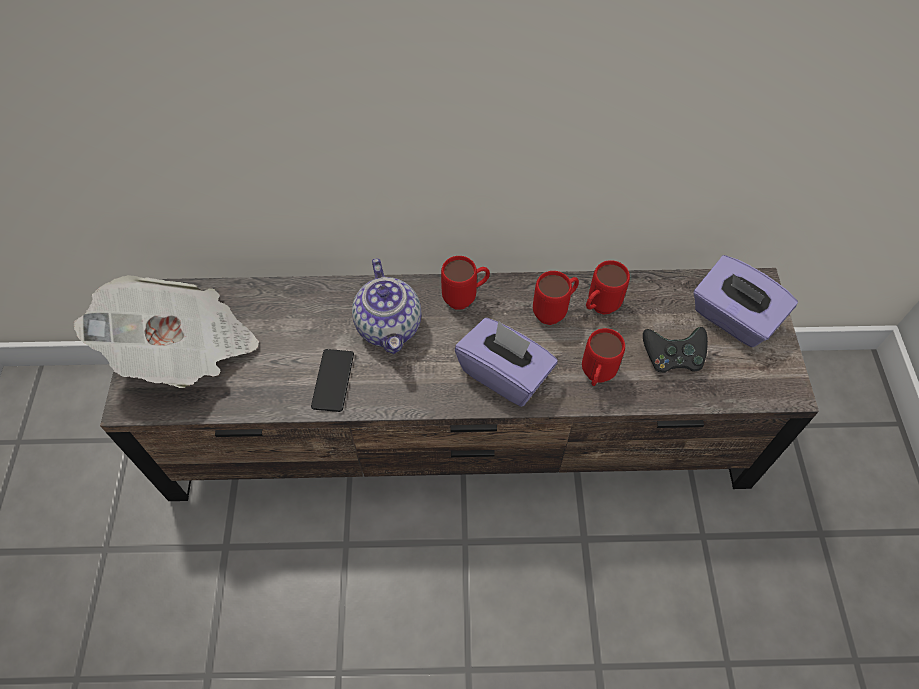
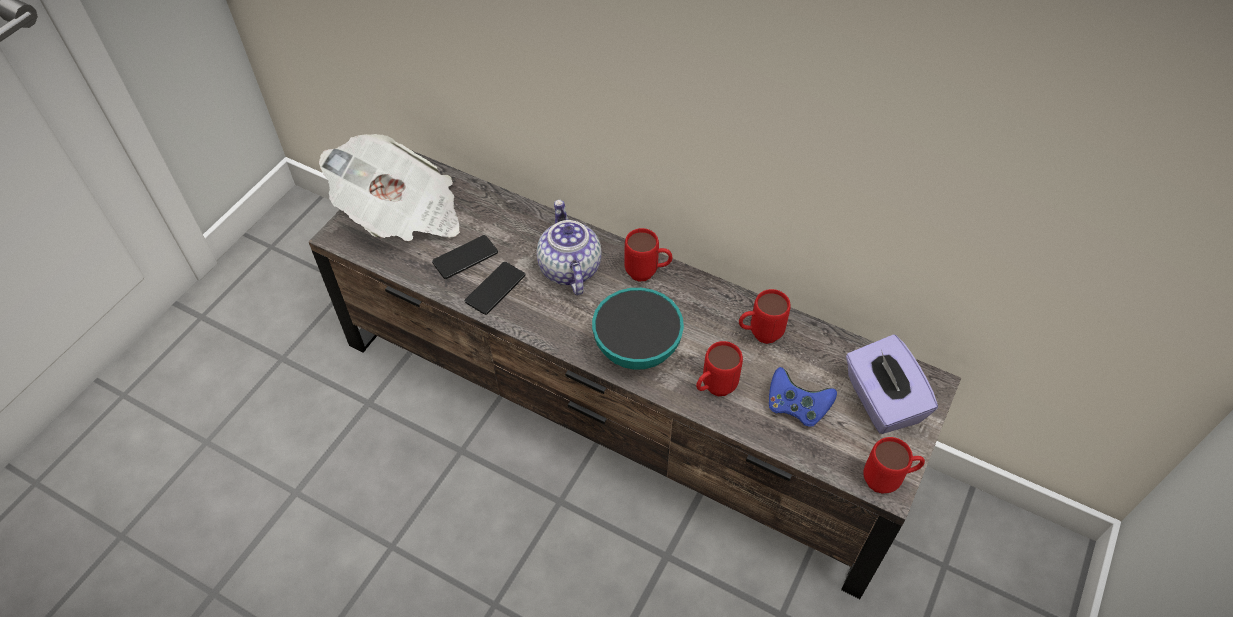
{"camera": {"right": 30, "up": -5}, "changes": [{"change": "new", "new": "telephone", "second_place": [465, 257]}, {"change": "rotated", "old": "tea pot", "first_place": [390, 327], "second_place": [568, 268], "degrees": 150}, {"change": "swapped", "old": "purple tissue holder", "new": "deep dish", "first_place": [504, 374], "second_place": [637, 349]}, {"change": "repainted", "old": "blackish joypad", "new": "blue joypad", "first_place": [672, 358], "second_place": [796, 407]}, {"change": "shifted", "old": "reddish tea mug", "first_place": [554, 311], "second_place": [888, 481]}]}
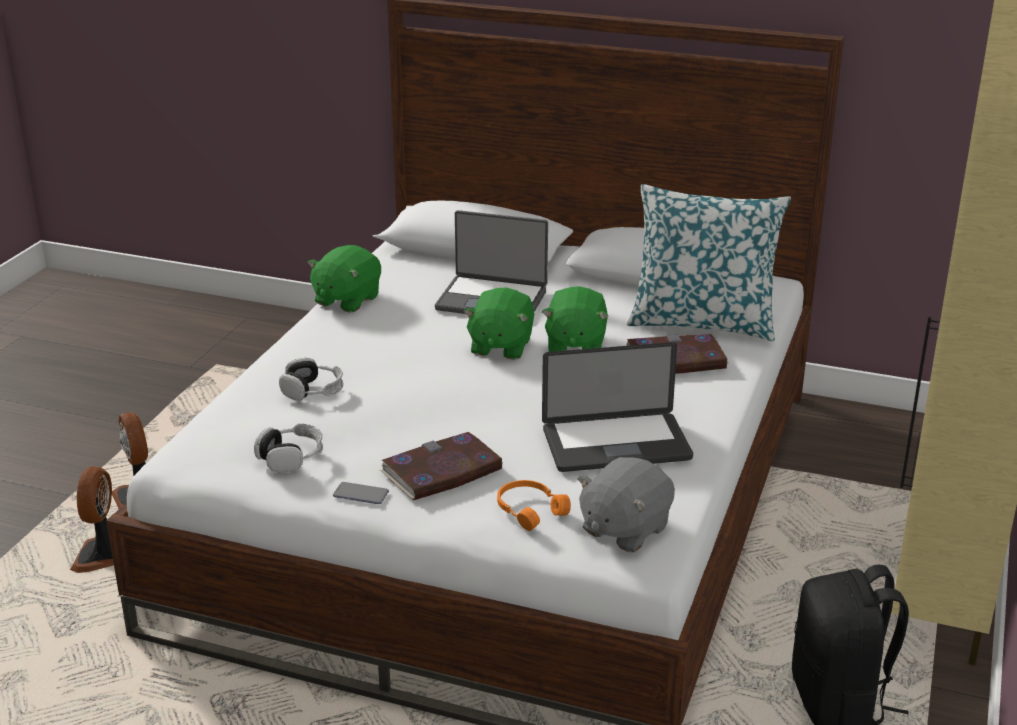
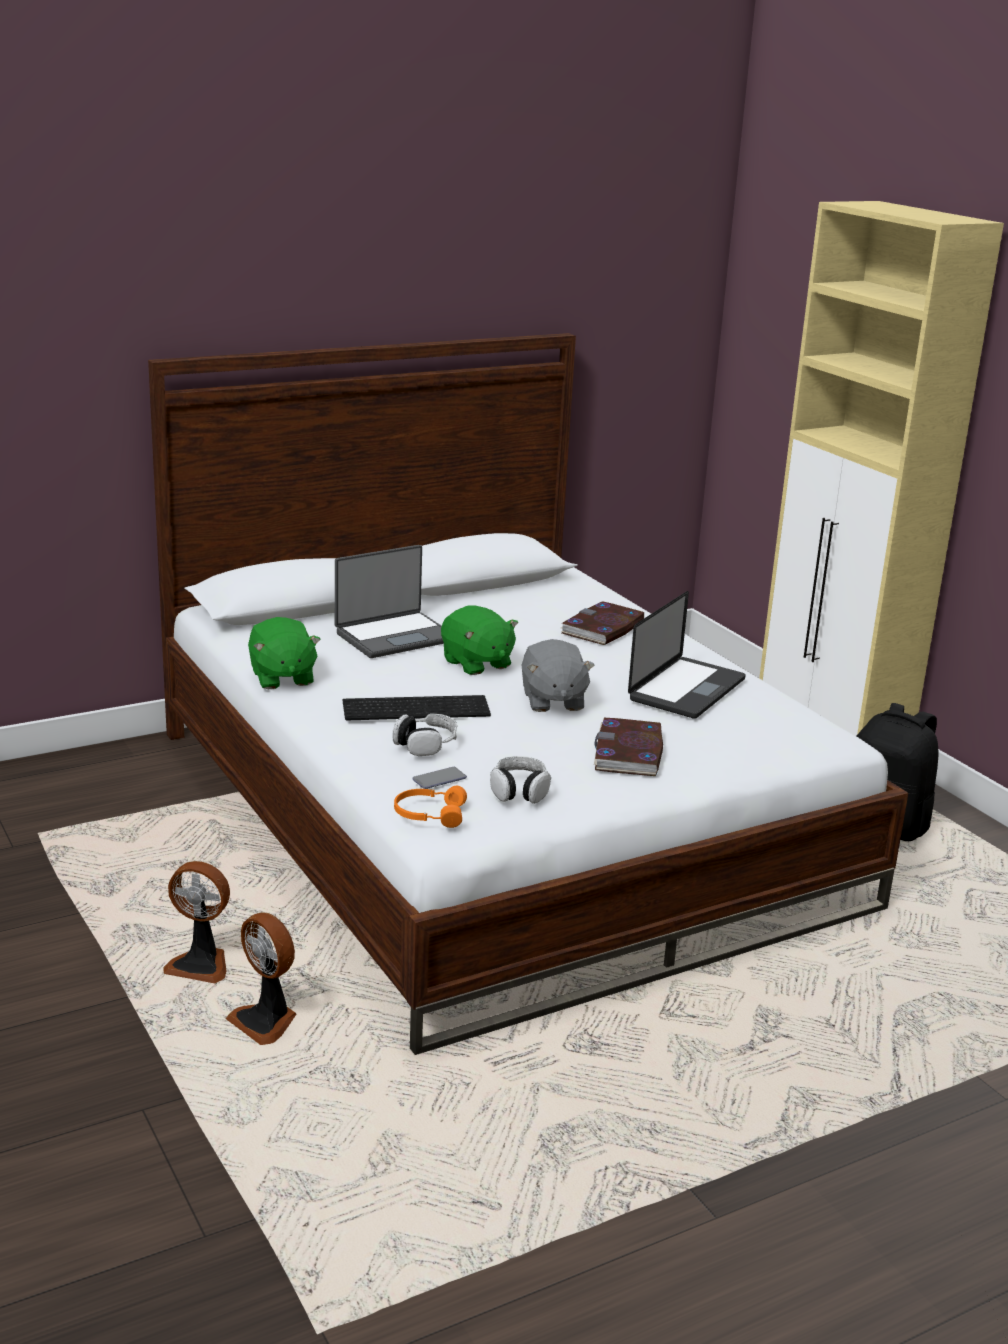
{"camera": {"right": -50, "up": -5}, "changes": [{"change": "new", "new": "computer keyboard", "second_place": [417, 707]}, {"change": "shifted", "old": "orangey headphones", "first_place": [530, 510], "second_place": [429, 814]}, {"change": "shifted", "old": "telephone", "first_place": [360, 494], "second_place": [439, 779]}, {"change": "shifted", "old": "gray soft toy", "first_place": [624, 529], "second_place": [552, 701]}, {"change": "gone", "old": "greenish soft toy", "first_place": [575, 345]}, {"change": "gone", "old": "pillow", "first_place": [702, 322]}]}
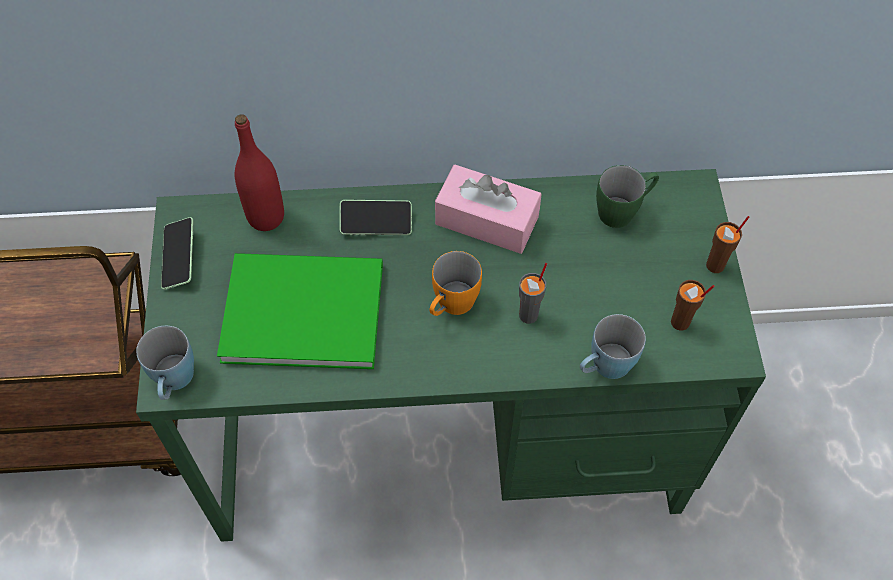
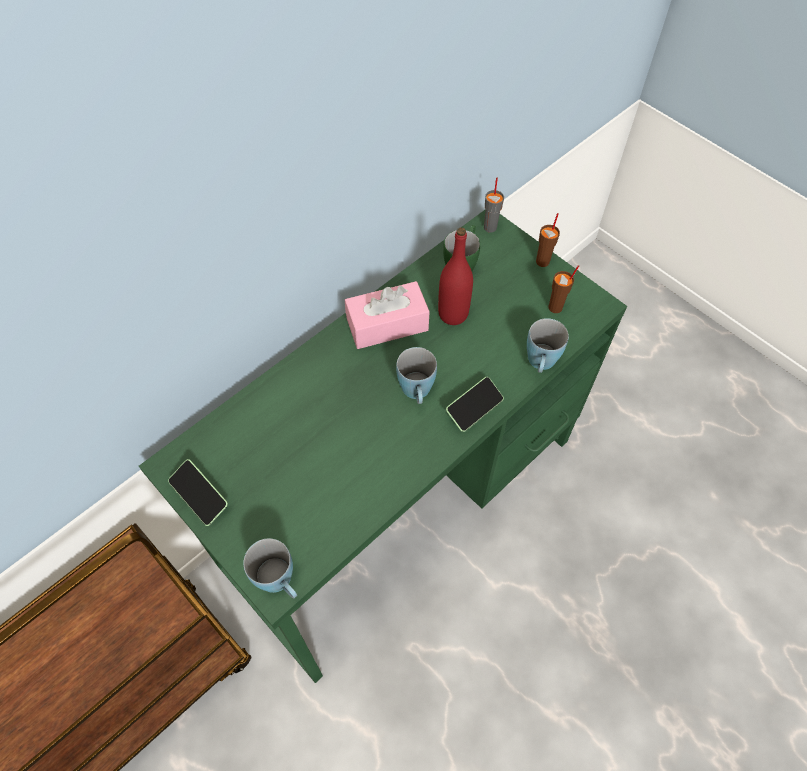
{"camera": {"right": -40, "up": 0}, "changes": [{"change": "repainted", "old": "orangey tea mug", "new": "blue tea mug", "first_place": [451, 306], "second_place": [417, 393]}, {"change": "shifted", "old": "reddish bottle", "first_place": [266, 217], "second_place": [453, 314]}, {"change": "shifted", "old": "telephone", "first_place": [376, 223], "second_place": [474, 408]}, {"change": "shifted", "old": "gray drinking cup", "first_place": [529, 315], "second_place": [490, 227]}, {"change": "gone", "old": "greenish bound book", "first_place": [299, 309]}]}
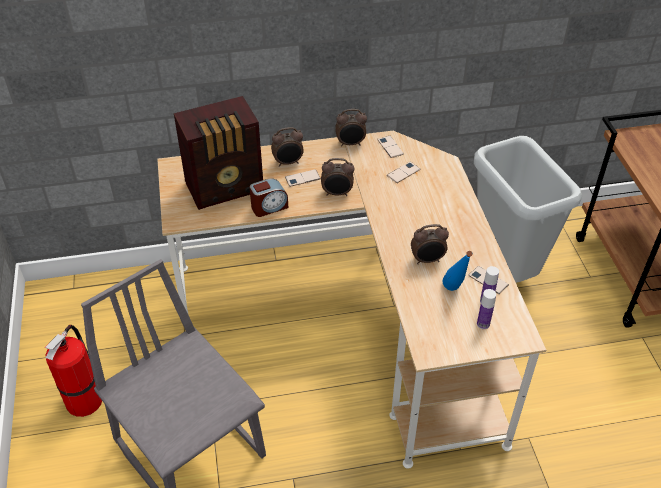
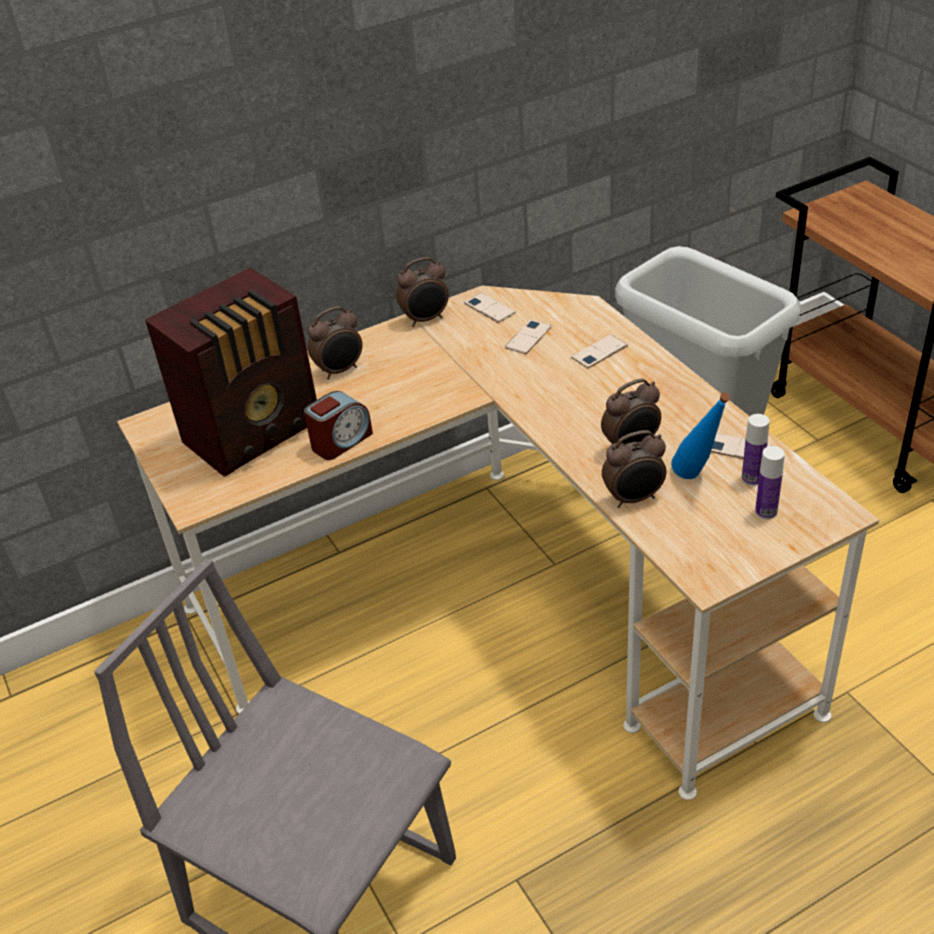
{"camera": {"right": -15, "up": -5}, "changes": [{"change": "shifted", "old": "telephone", "first_place": [302, 178], "second_place": [599, 352]}, {"change": "shifted", "old": "bedside clock", "first_place": [337, 193], "second_place": [634, 499]}, {"change": "gone", "old": "fire extinguisher", "first_place": [85, 399]}]}
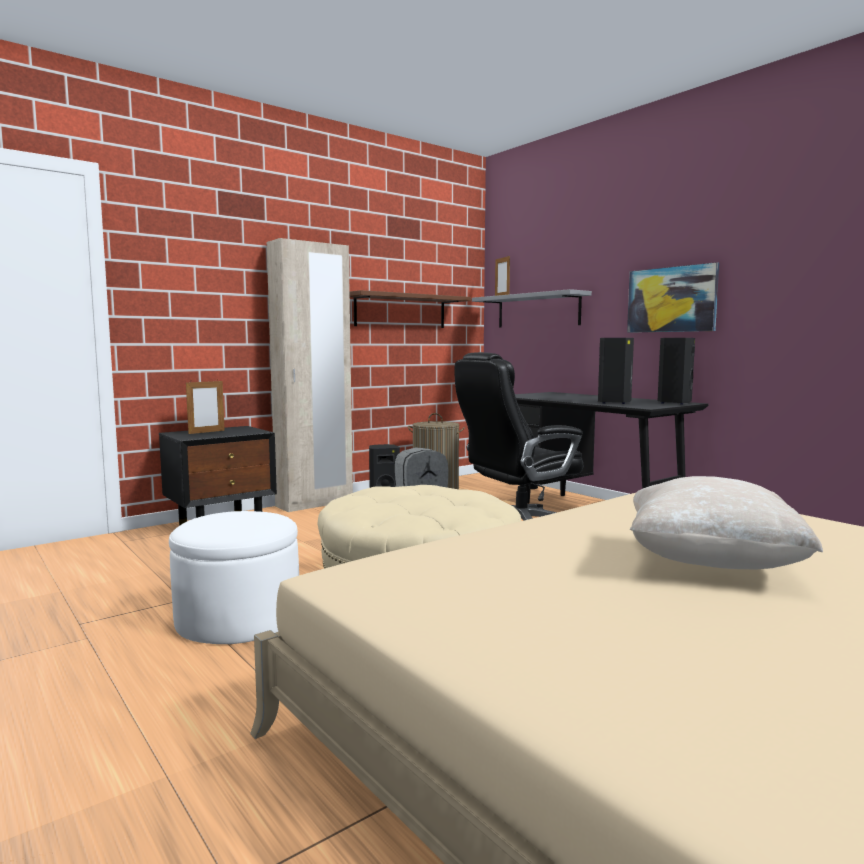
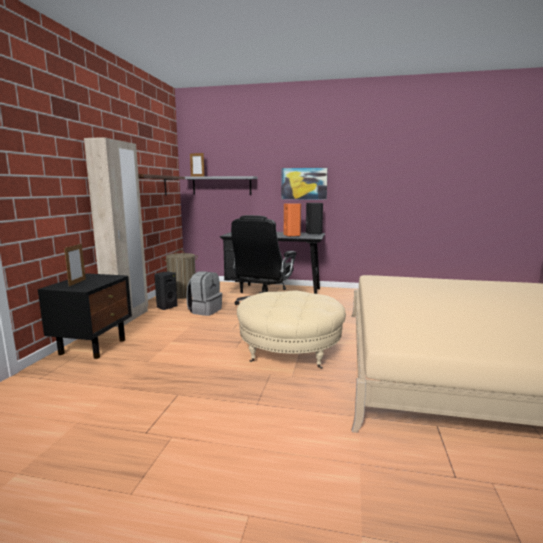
{"camera": {"right": -40, "up": 5}, "changes": [{"change": "repainted", "old": "blackish speaker", "new": "orangey speaker", "first_place": [614, 402], "second_place": [292, 236]}, {"change": "gone", "old": "white pouffe", "first_place": [238, 618]}, {"change": "gone", "old": "sand-coloured pillow", "first_place": [711, 563]}]}
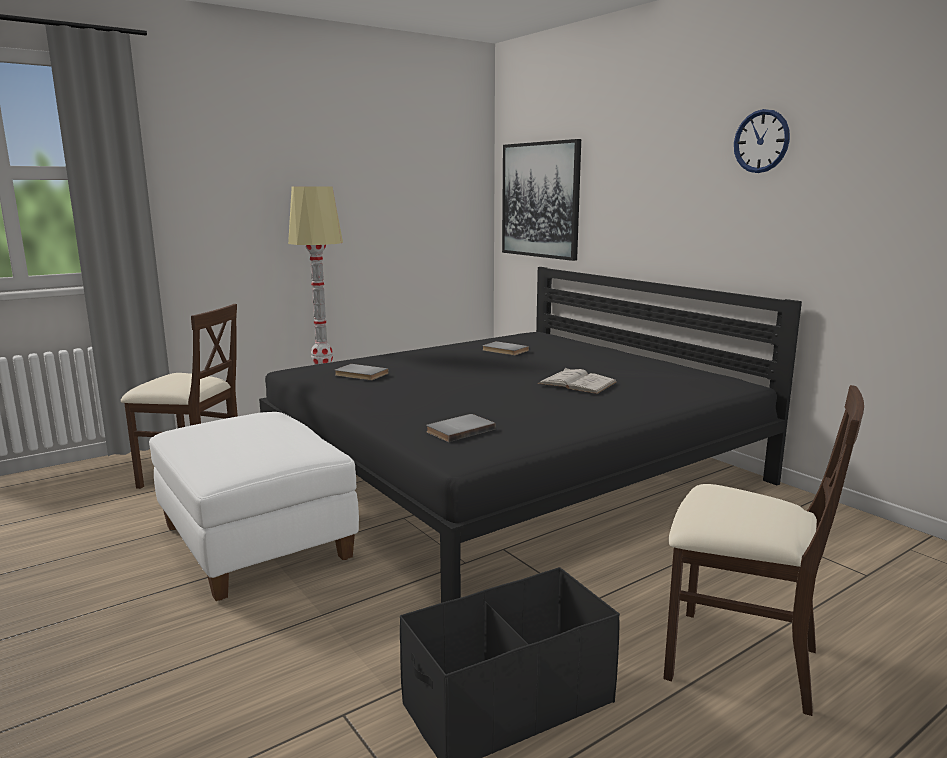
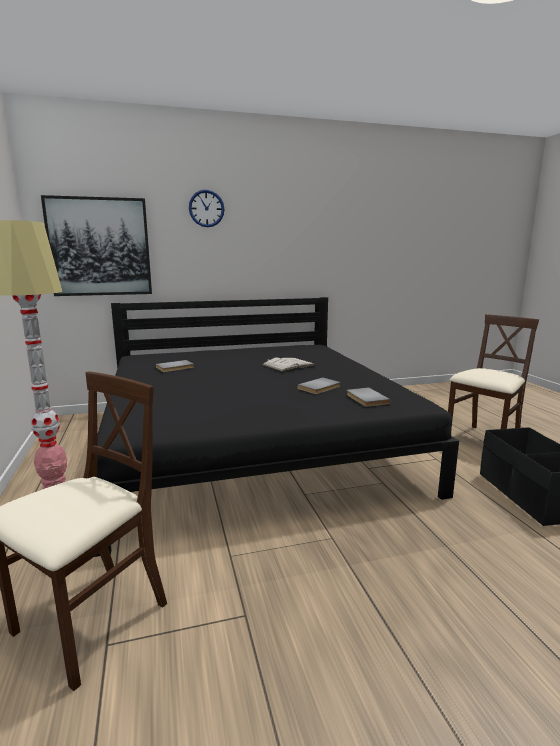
{"camera": {"right": -70, "up": 0}, "changes": [{"change": "shifted", "old": "hanging clock", "first_place": [761, 141], "second_place": [206, 208]}, {"change": "shifted", "old": "gray bound book", "first_place": [360, 374], "second_place": [320, 388]}, {"change": "gone", "old": "white pouffe", "first_place": [257, 543]}]}
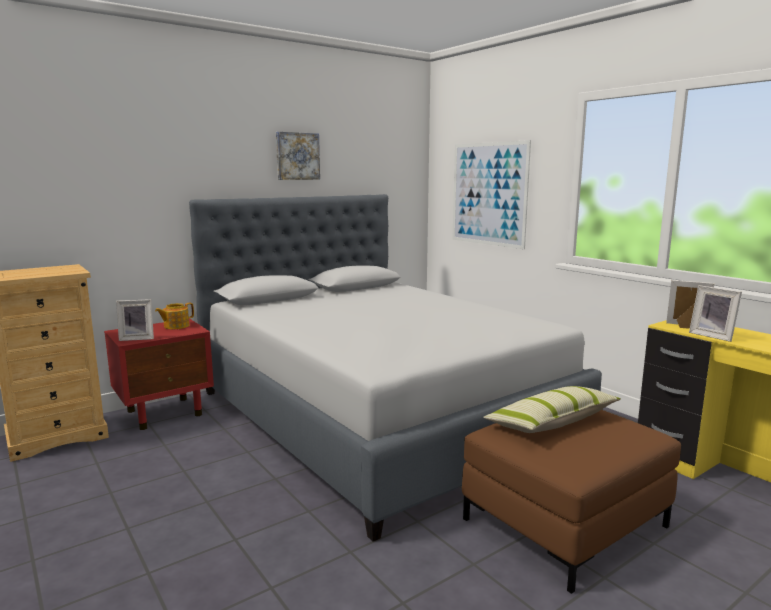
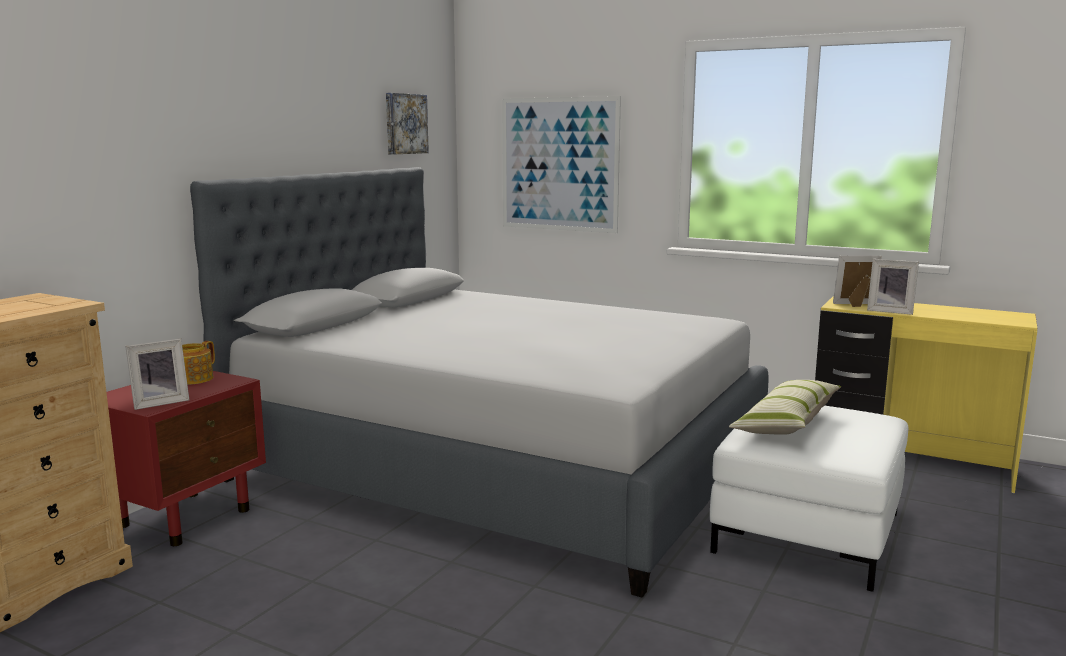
{"camera": {"right": -25, "up": 0}, "changes": [{"change": "shifted", "old": "wall picture", "first_place": [297, 156], "second_place": [405, 124]}, {"change": "repainted", "old": "brown pouffe", "new": "white pouffe", "first_place": [564, 522], "second_place": [807, 531]}]}
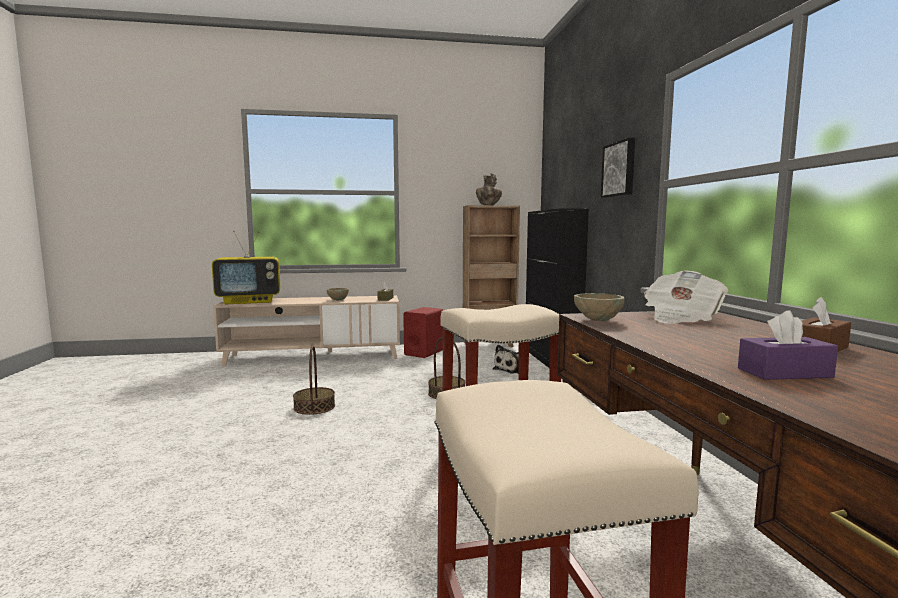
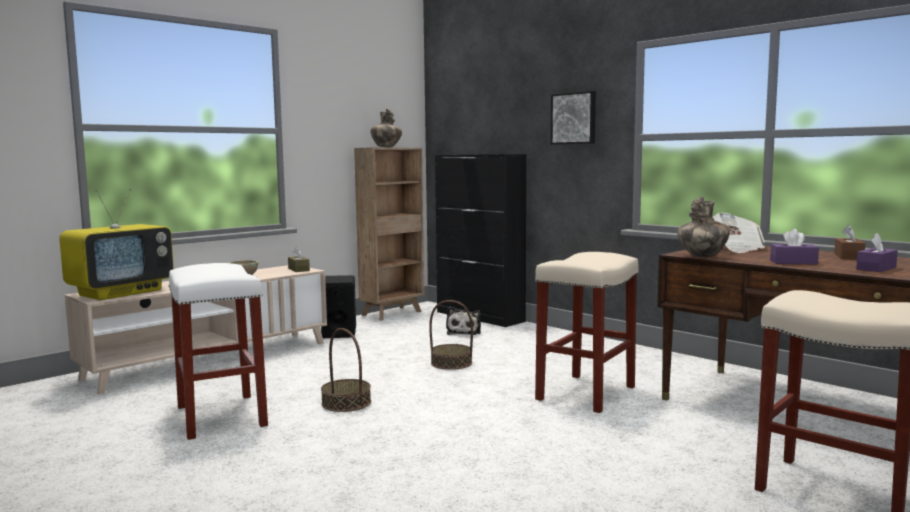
{"camera": {"right": -35, "up": 0}, "changes": [{"change": "new", "new": "white stool", "second_place": [222, 416]}, {"change": "repainted", "old": "reddish speaker", "new": "blackish speaker", "first_place": [424, 352], "second_place": [339, 332]}, {"change": "swapped", "old": "sand-coloured deep dish", "new": "decorative vase", "first_place": [598, 321], "second_place": [702, 256]}, {"change": "new", "new": "purple tissue holder", "second_place": [793, 262]}]}
